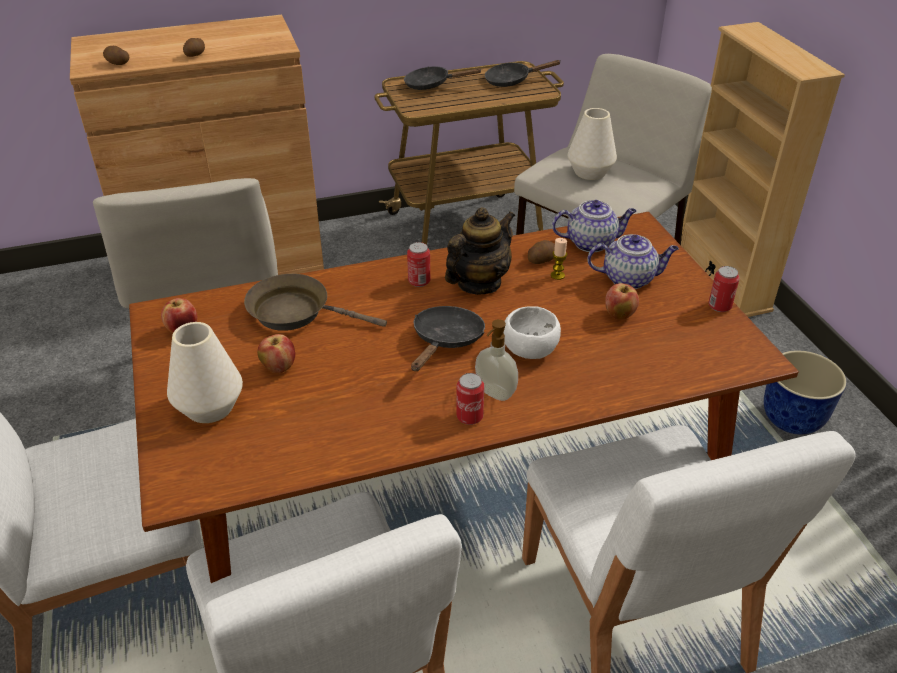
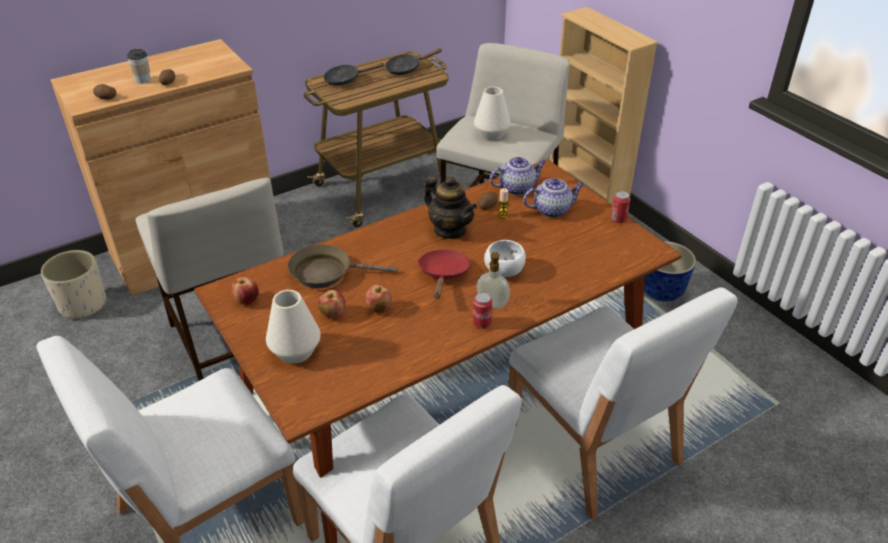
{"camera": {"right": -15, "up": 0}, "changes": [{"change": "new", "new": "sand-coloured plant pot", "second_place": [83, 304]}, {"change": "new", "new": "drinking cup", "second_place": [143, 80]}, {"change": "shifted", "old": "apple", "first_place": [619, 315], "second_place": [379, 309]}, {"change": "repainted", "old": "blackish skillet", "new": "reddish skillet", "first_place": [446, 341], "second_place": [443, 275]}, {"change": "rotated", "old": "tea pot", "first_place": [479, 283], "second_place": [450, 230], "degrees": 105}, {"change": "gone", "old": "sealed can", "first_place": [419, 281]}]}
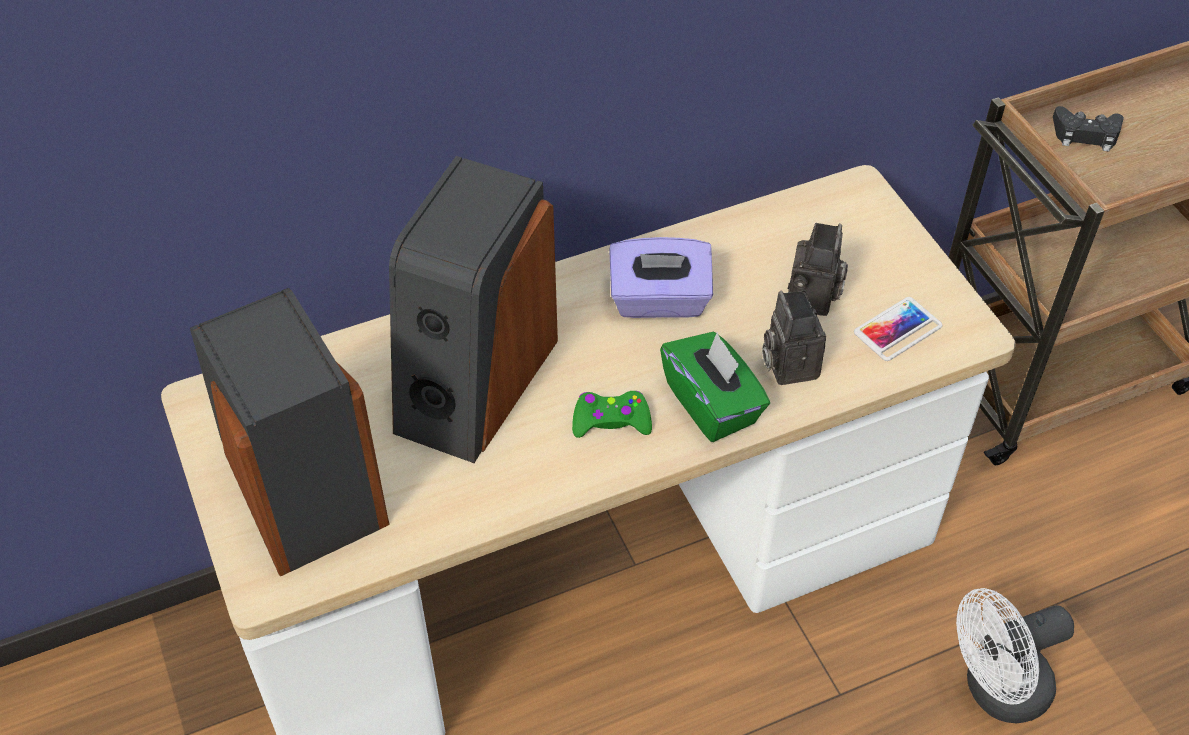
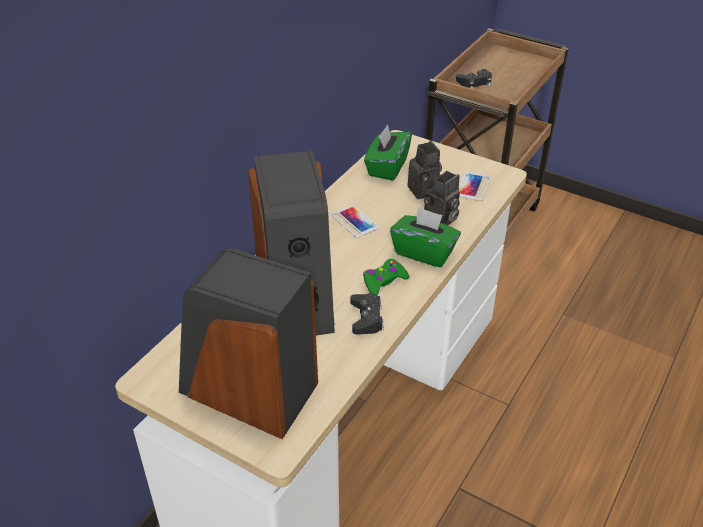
{"camera": {"right": -35, "up": -10}, "changes": [{"change": "swapped", "old": "purple tissue holder", "new": "telephone", "first_place": [659, 301], "second_place": [355, 221]}, {"change": "new", "new": "blackish joypad", "second_place": [366, 318]}, {"change": "new", "new": "greenish tissue holder", "second_place": [387, 167]}, {"change": "rotated", "old": "photo camera", "first_place": [788, 364], "second_place": [440, 221], "degrees": -90}, {"change": "gone", "old": "white fan", "first_place": [995, 691]}]}
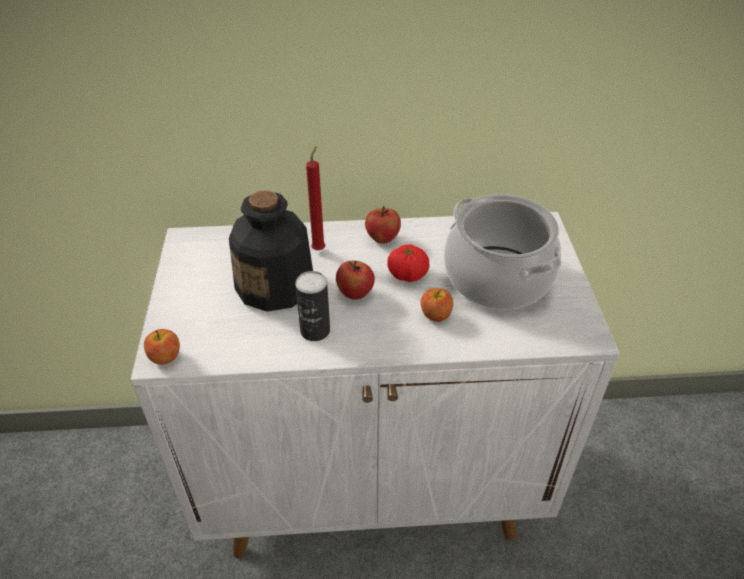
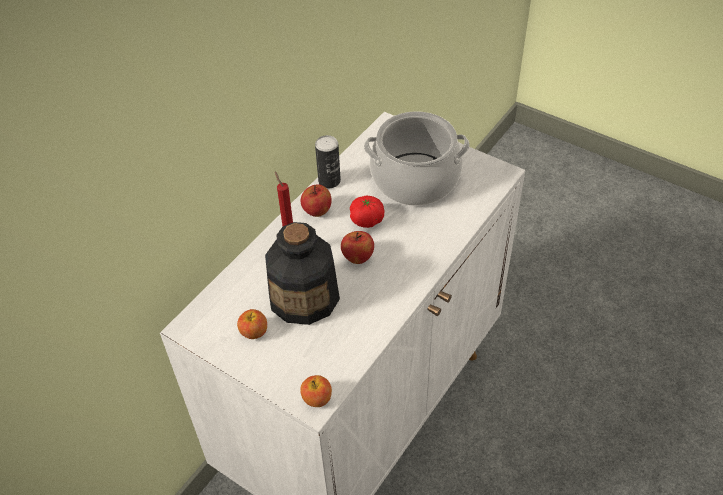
{"camera": {"right": -50, "up": 5}, "changes": [{"change": "shifted", "old": "apple", "first_place": [435, 315], "second_place": [254, 332]}, {"change": "shifted", "old": "sealed can", "first_place": [315, 331], "second_place": [329, 181]}]}
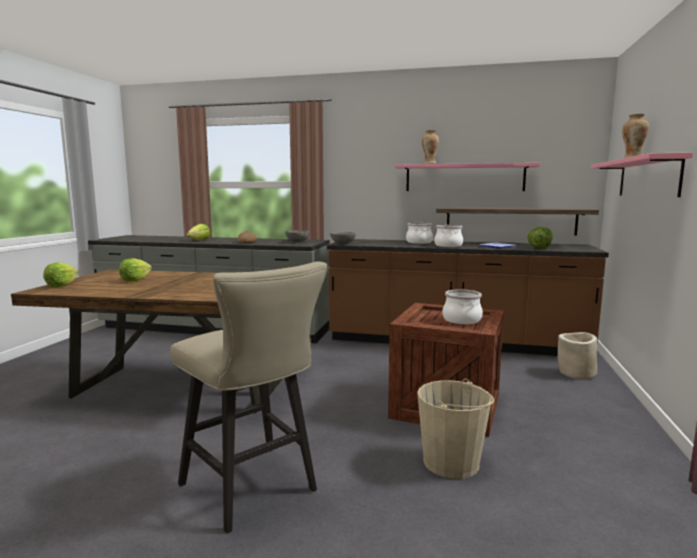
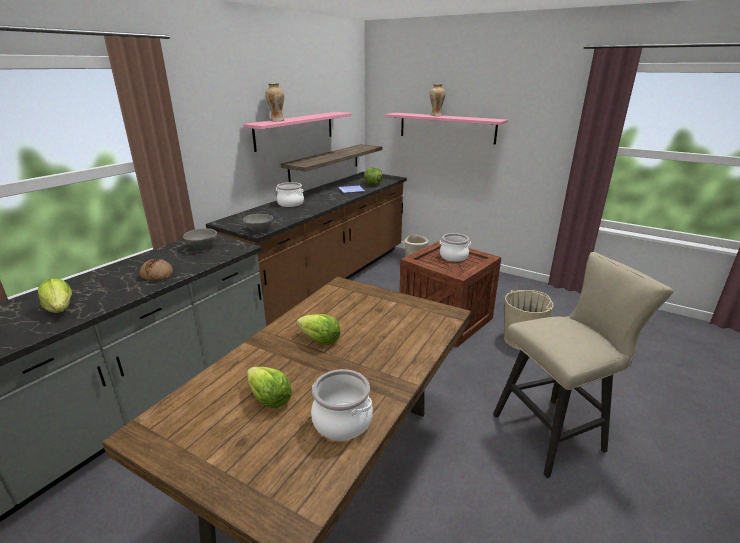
{"camera": {"right": -70, "up": 15}, "changes": [{"change": "shifted", "old": "lettuce head", "first_place": [61, 285], "second_place": [319, 340]}, {"change": "shifted", "old": "saucepot", "first_place": [448, 245], "second_place": [342, 421]}]}
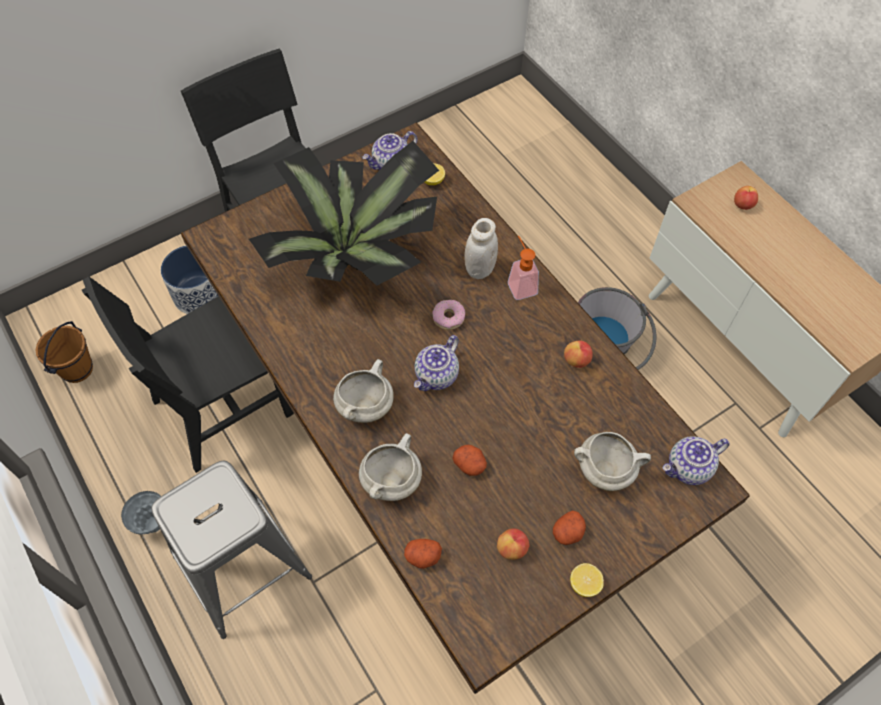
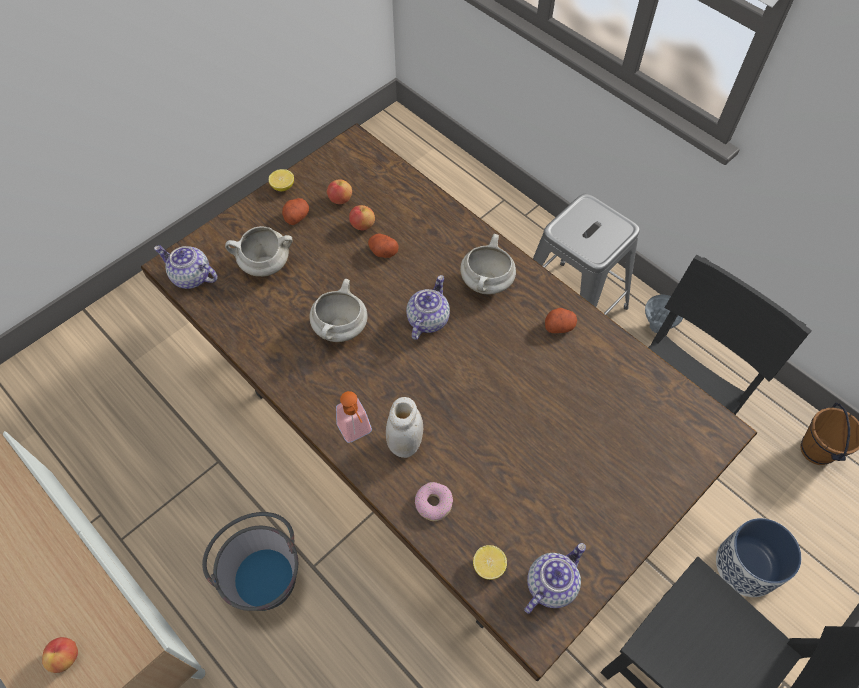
{"camera": {"right": 170, "up": 0}, "changes": [{"change": "rotated", "old": "tea pot", "first_place": [688, 468], "second_place": [191, 277], "degrees": -120}, {"change": "shifted", "old": "white saucepot", "first_place": [391, 480], "second_place": [340, 328]}, {"change": "shifted", "old": "apple", "first_place": [576, 360], "second_place": [362, 225]}, {"change": "shifted", "old": "donut", "first_place": [448, 317], "second_place": [433, 503]}, {"change": "shifted", "old": "spud", "first_place": [422, 556], "second_place": [559, 326]}, {"change": "gone", "old": "plant in a pot", "first_place": [357, 256]}]}
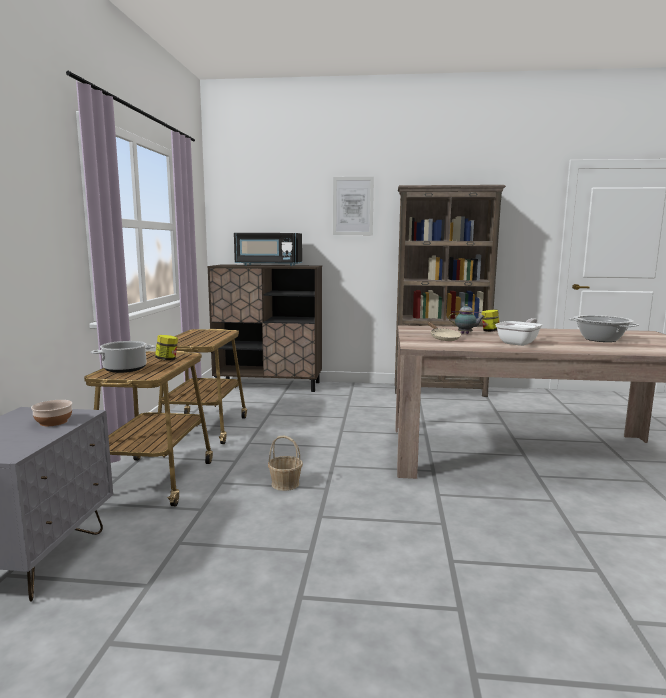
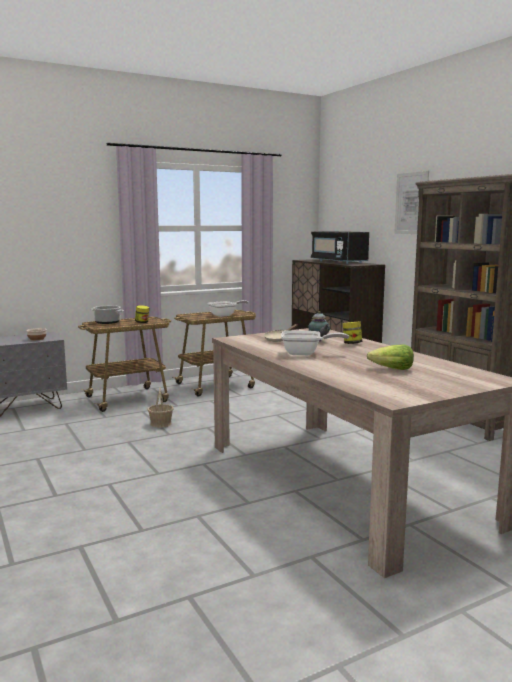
{"camera": {"right": 55, "up": 0}, "changes": [{"change": "new", "new": "skillet", "second_place": [225, 315]}, {"change": "swapped", "old": "saucepot", "new": "lettuce head", "first_place": [601, 339], "second_place": [392, 369]}]}
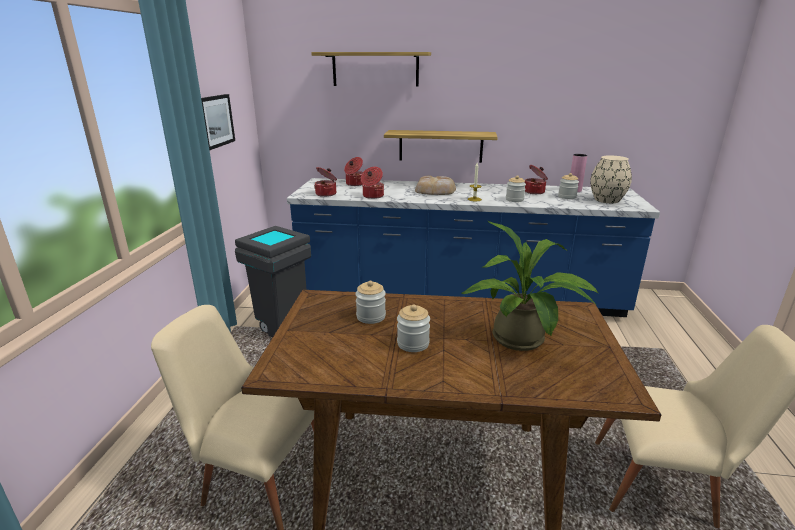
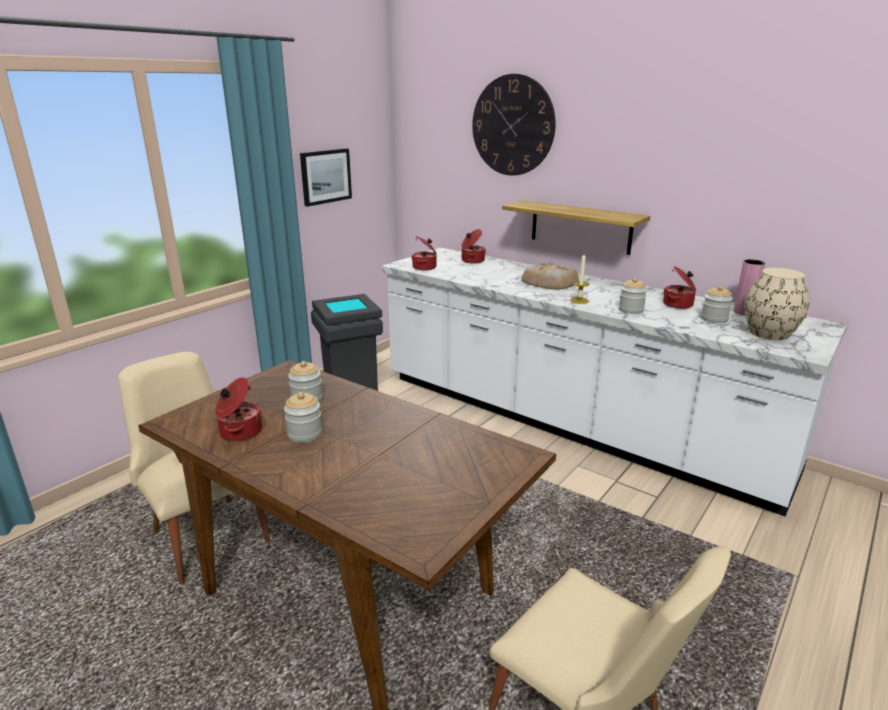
{"camera": {"right": 30, "up": 0}, "changes": [{"change": "shifted", "old": "saucepot", "first_place": [372, 196], "second_place": [239, 432]}, {"change": "repainted", "old": "blue kitchen base unit", "new": "white kitchen base unit", "first_place": [458, 296], "second_place": [569, 423]}, {"change": "swapped", "old": "wall shelf", "new": "hanging clock", "first_place": [375, 69], "second_place": [512, 126]}, {"change": "gone", "old": "plant in a pot", "first_place": [522, 342]}]}
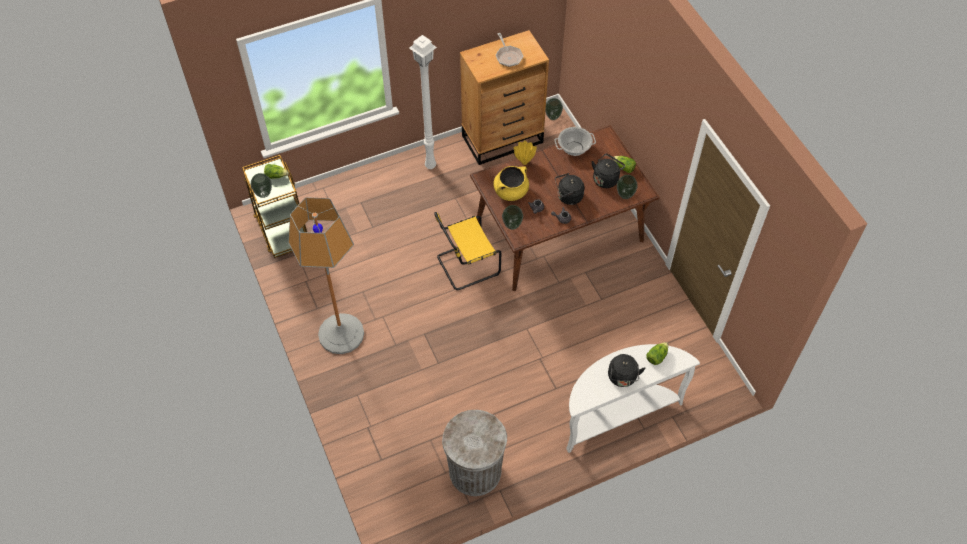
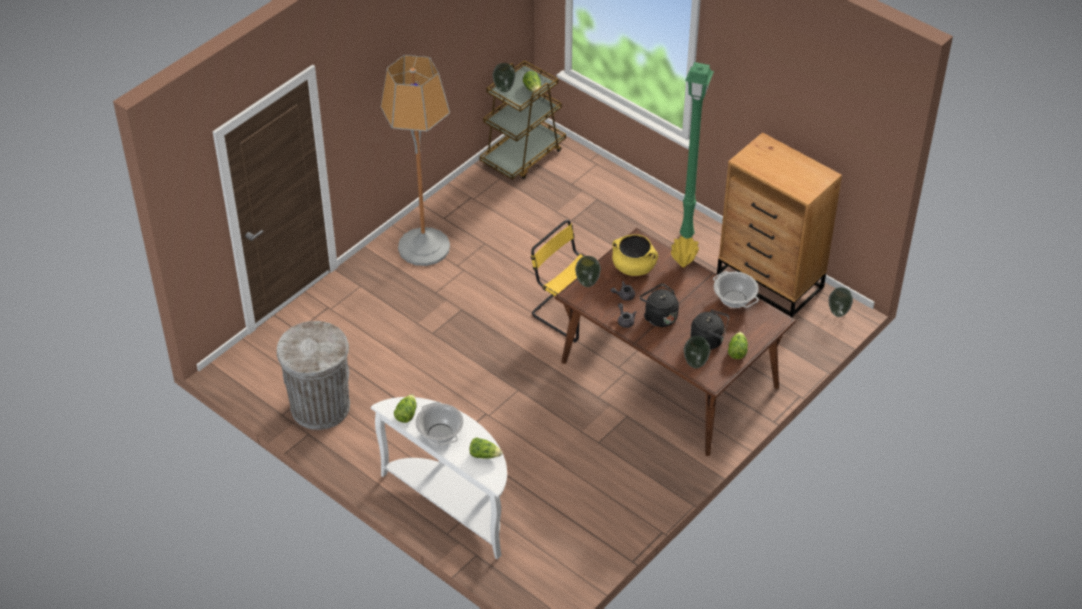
{"camera": {"right": 65, "up": -10}, "changes": [{"change": "new", "new": "lettuce head", "second_place": [406, 414]}, {"change": "swapped", "old": "blackish water kettle", "new": "saucepot", "first_place": [622, 378], "second_place": [440, 433]}, {"change": "repainted", "old": "white floor lamp", "new": "greenish floor lamp", "first_place": [430, 166], "second_place": [685, 235]}, {"change": "gone", "old": "skillet", "first_place": [508, 56]}]}
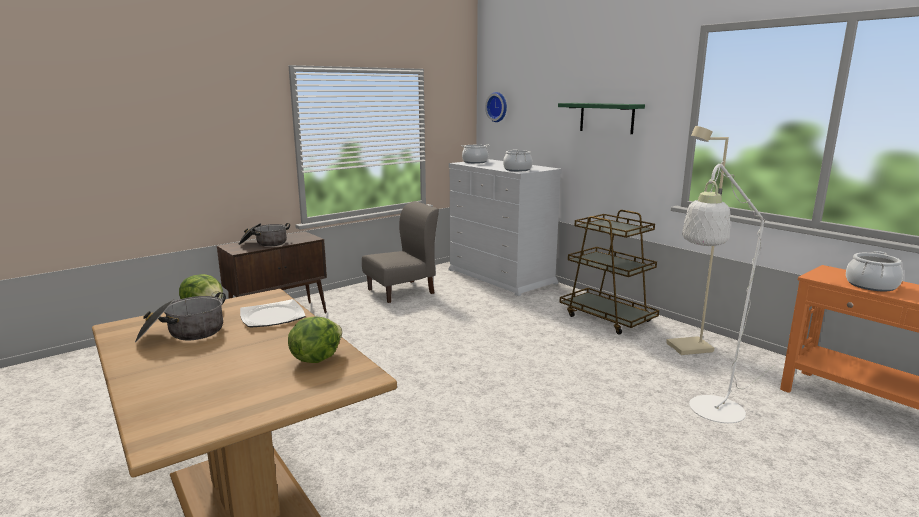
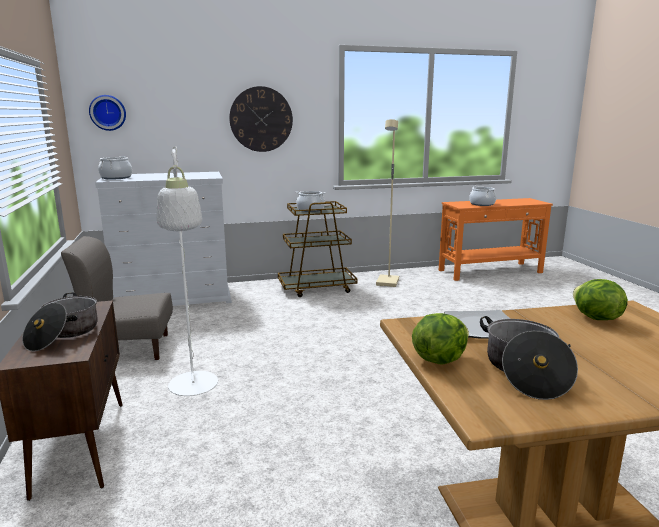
{"camera": {"right": -65, "up": 0}, "changes": [{"change": "rotated", "old": "gray upright chair", "first_place": [401, 291], "second_place": [129, 348], "degrees": -90}, {"change": "shifted", "old": "white floor lamp", "first_place": [710, 414], "second_place": [194, 390]}, {"change": "swapped", "old": "greenish wall shelf", "new": "hanging clock", "first_place": [606, 118], "second_place": [261, 119]}, {"change": "shifted", "old": "saucepot", "first_place": [517, 170], "second_place": [310, 210]}]}
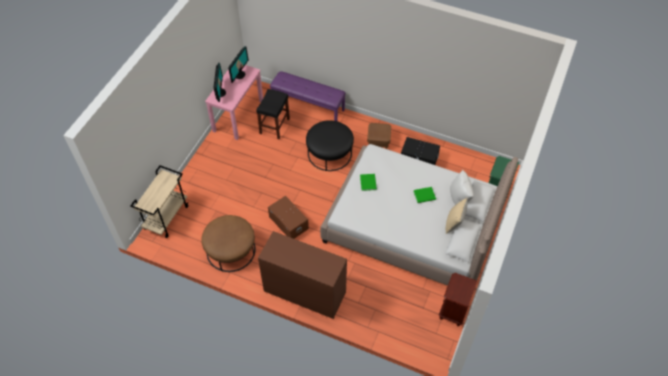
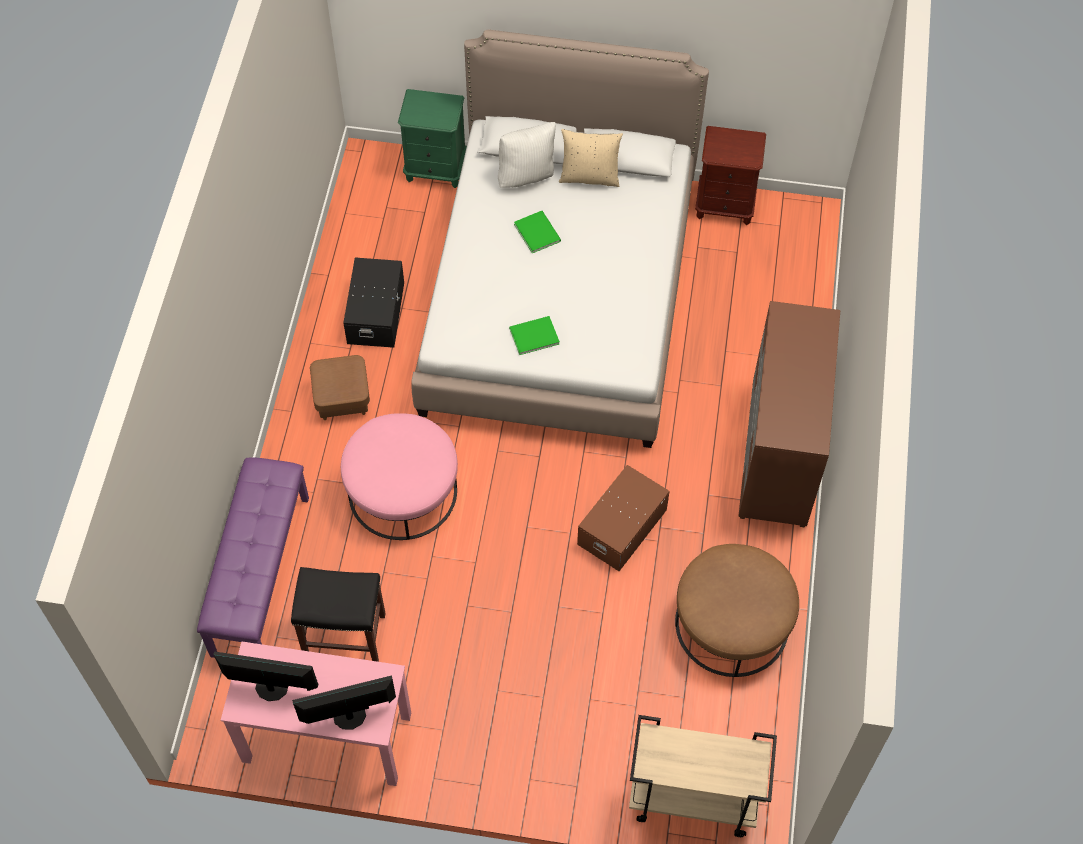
{"camera": {"right": -105, "up": 5}, "changes": [{"change": "repainted", "old": "blackish pouffe", "new": "pink-coloured pouffe", "first_place": [329, 153], "second_place": [403, 491]}]}
